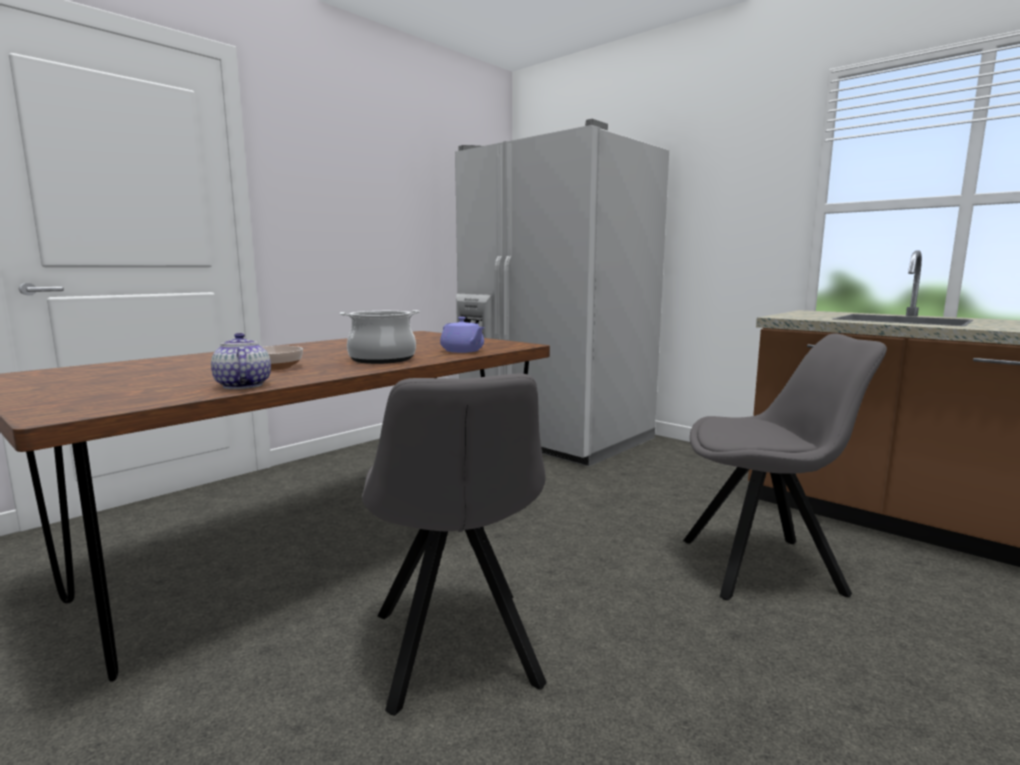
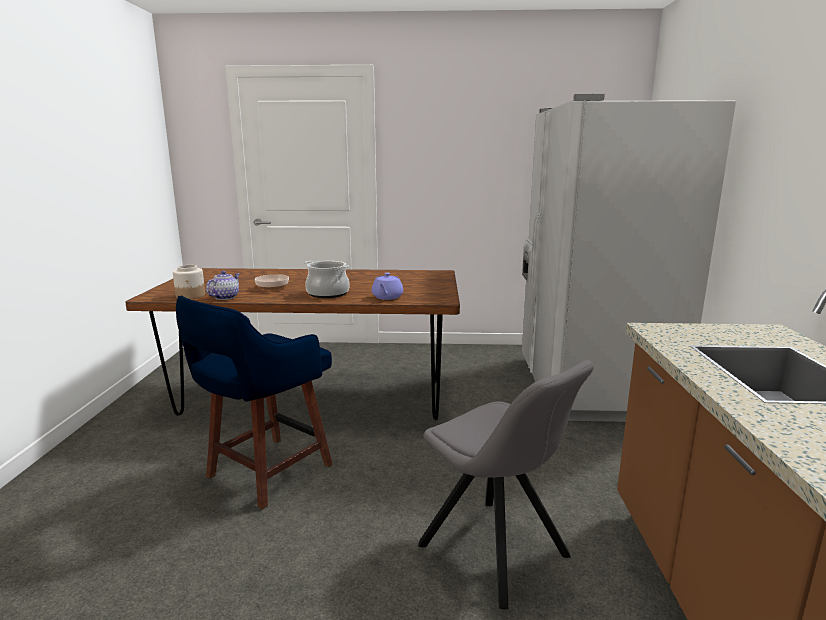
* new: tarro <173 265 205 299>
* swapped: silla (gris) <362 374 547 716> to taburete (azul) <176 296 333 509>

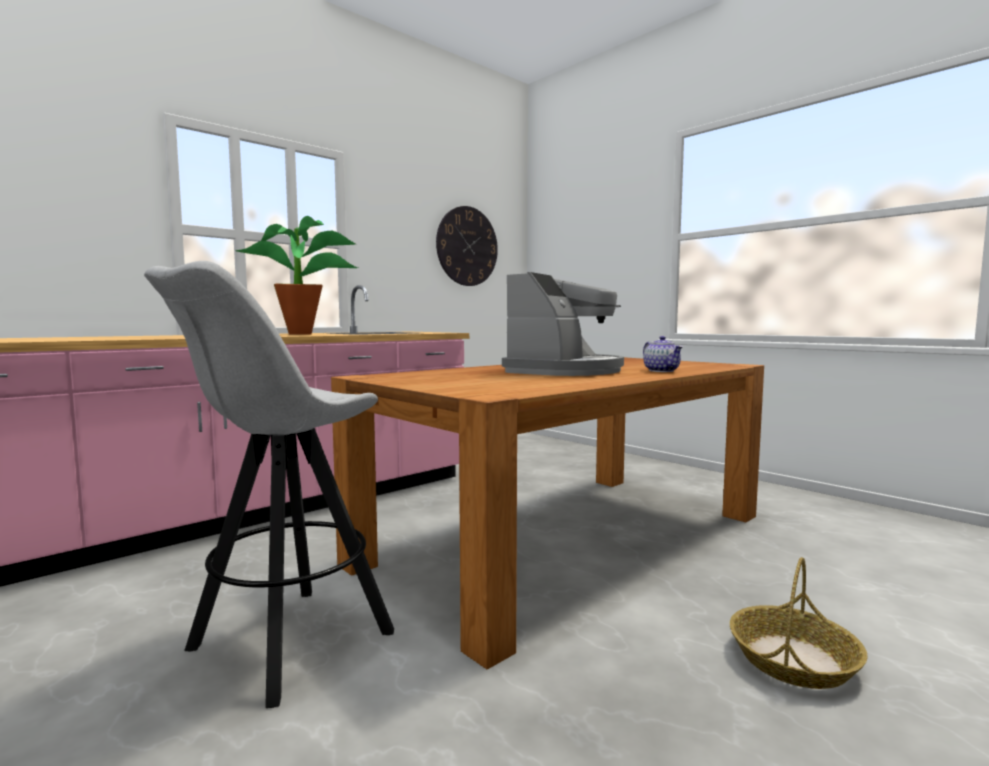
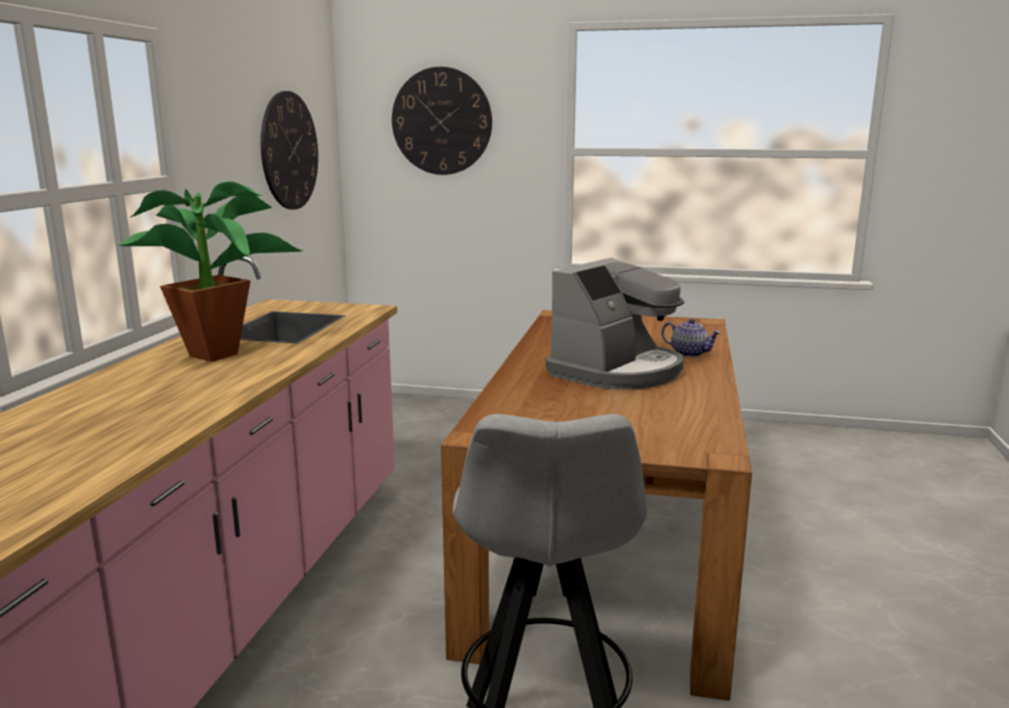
* new: reloj de pared <392 67 492 175>
* rotated: cafetera <502 272 624 376> = <546 257 684 390> 45 degrees clockwise
* gone: cesta <730 557 868 689>

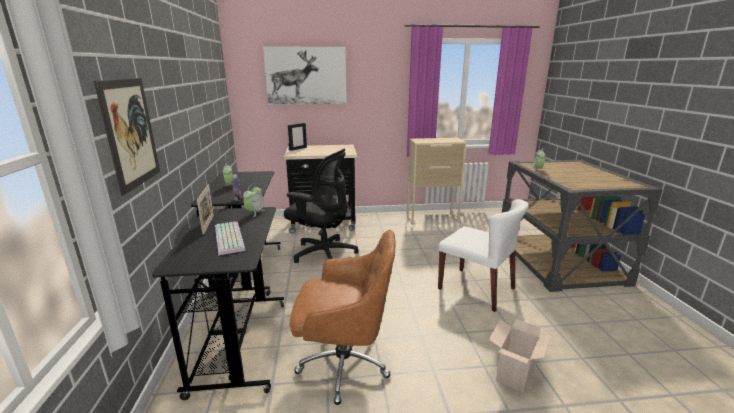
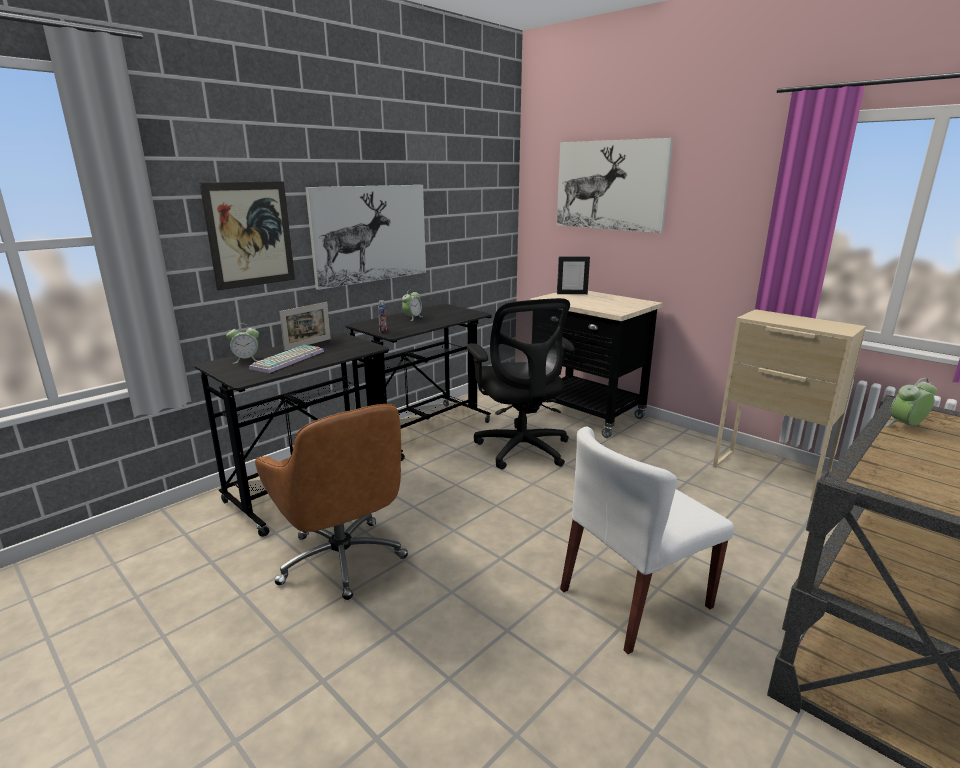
* shifted: despertador <243 185 265 217> to <226 325 260 364>
* new: cuadro <305 185 426 290>
* rotated: silla (blanco) <438 199 529 312> = <560 426 734 654> 60 degrees clockwise
* gone: caja de cartón <489 319 552 393>

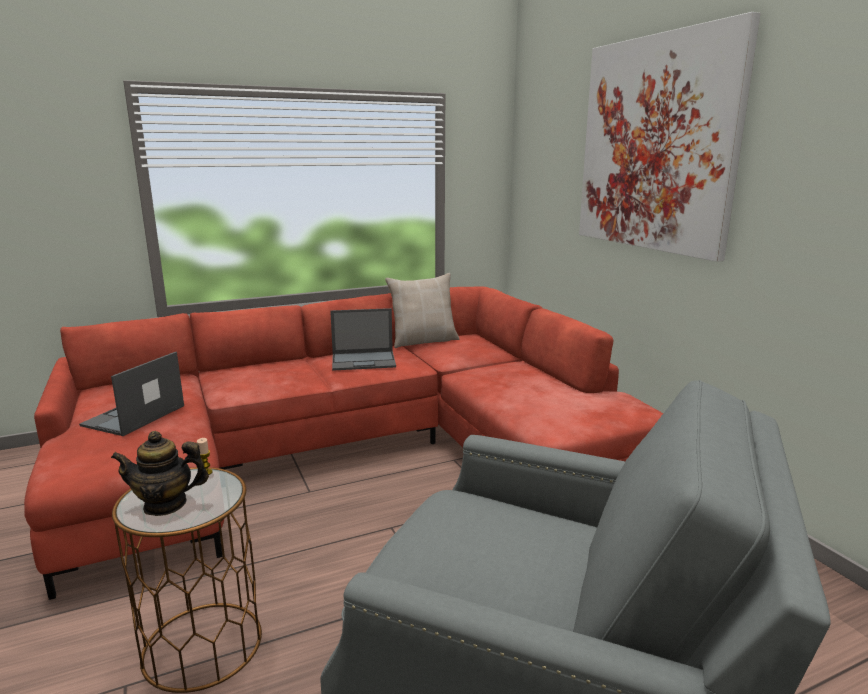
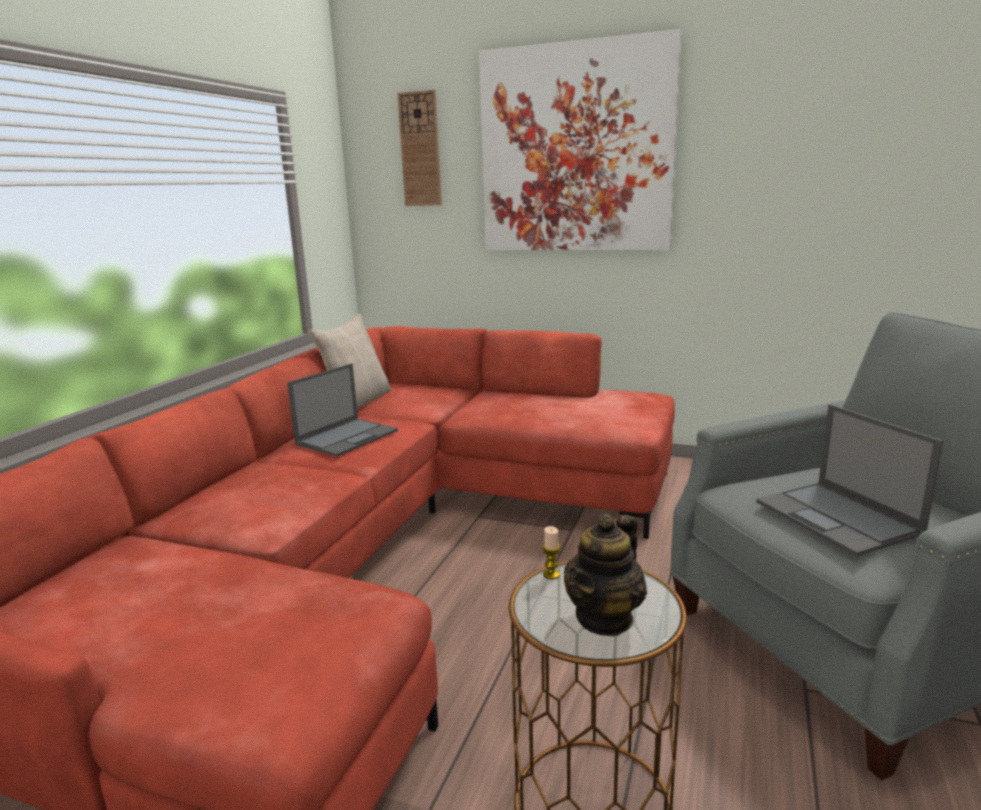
* new: reloj de pared <397 90 442 206>
* shifted: portátil <79 352 184 436> to <756 404 943 556>

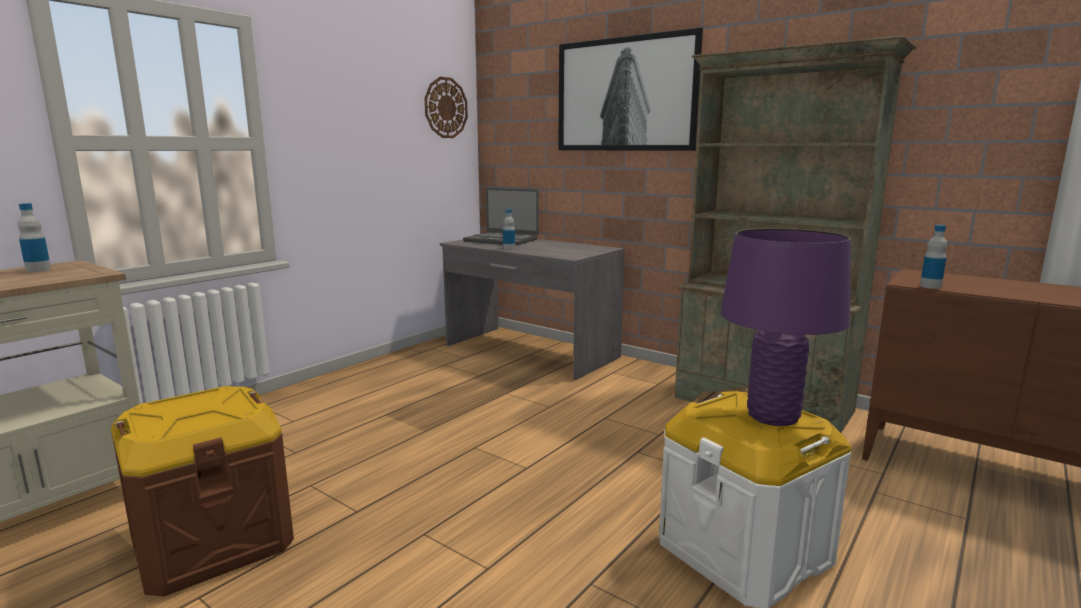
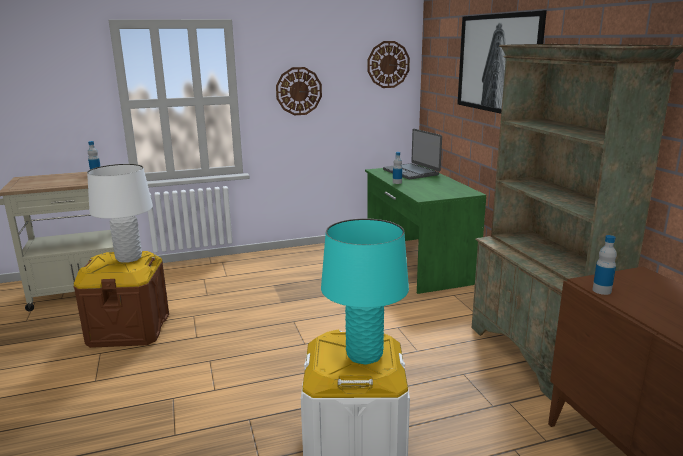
* new: lámpara de mesa (blanco) <87 164 153 263>
* new: reloj de pared <276 67 322 115>
* repainted: lámpara de mesa (morado) <721 228 851 426> to lámpara de mesa (turquesa) <321 218 409 365>
* repainted: escritorio (gris) <440 239 625 380> to escritorio (verde) <365 165 486 294>

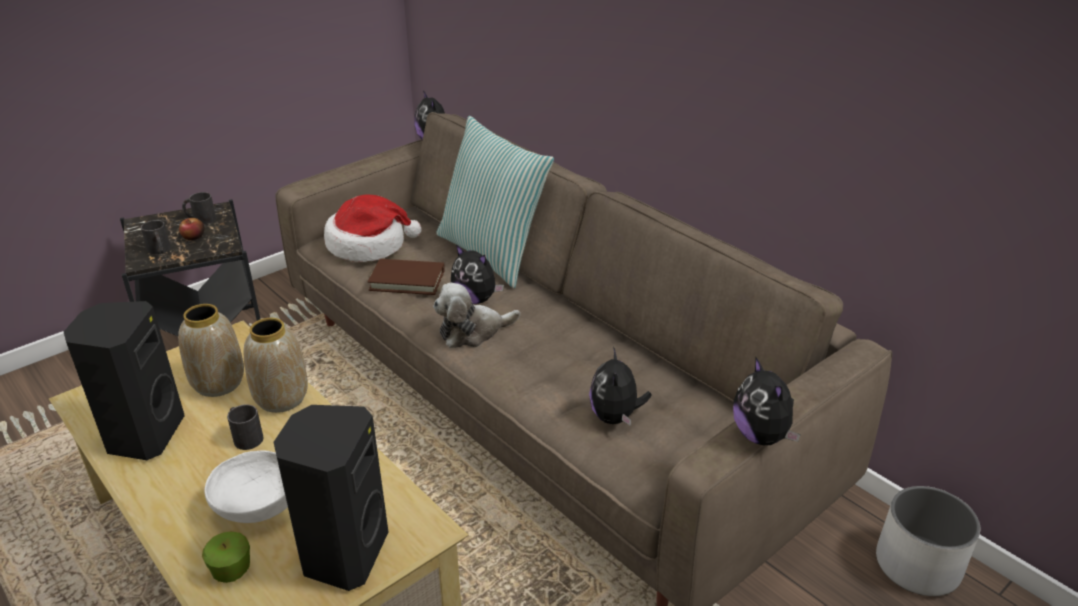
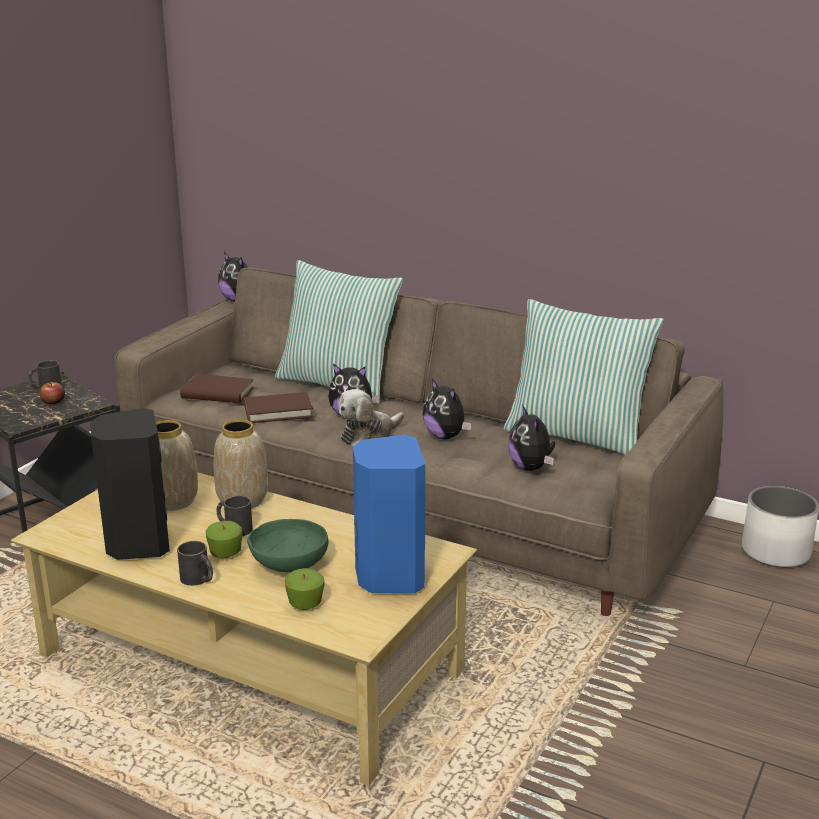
* shifted: taza grande (negro) <141 220 171 255> to <177 541 213 586>
* swapped: sombrero <324 195 422 262> to libro (marrón) <180 374 254 403>
* new: manzana <206 521 243 558>
* repainted: cuenco (blanco) <205 450 288 523> to cuenco (verde) <247 519 328 572>
* repainted: altavoz (negro) <273 405 388 591> to altavoz (azul) <353 435 425 593>
* shifted: peluche <733 356 800 445> to <423 379 472 439>
* new: cojín <504 299 664 455>

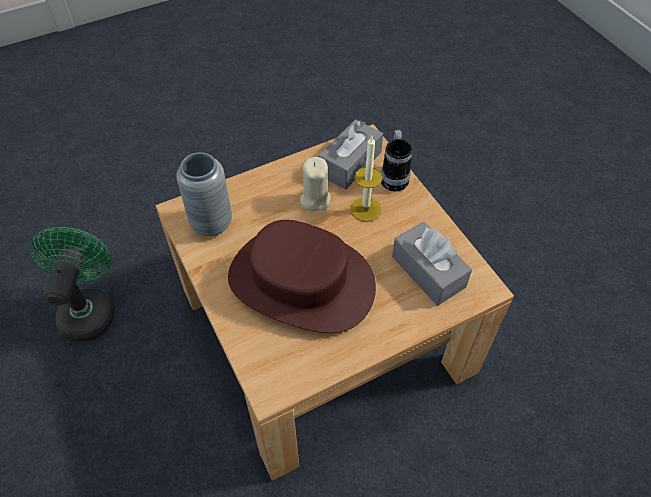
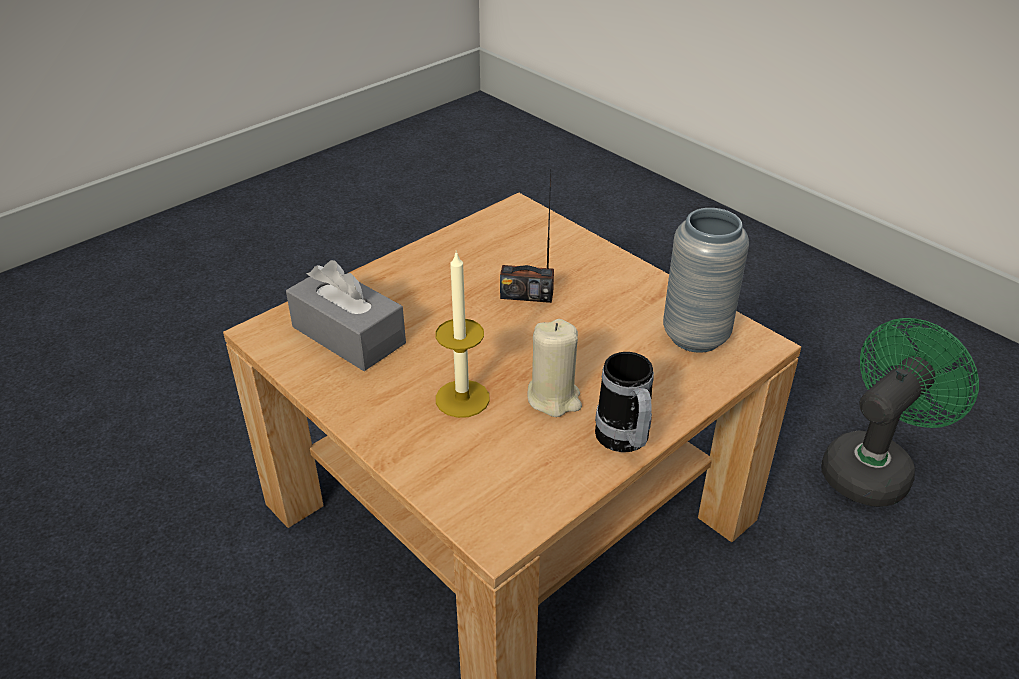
* swapped: sombrero (marrón) <228 220 376 333> to radio <500 169 554 303>
* shifted: taza grande <381 129 412 192> to <595 352 654 452>
* rotated: ventilador (verde) <30 227 115 342> = <821 318 979 507> 120 degrees counterclockwise
* gone: caja de pañuelos (gris) <318 119 383 190>

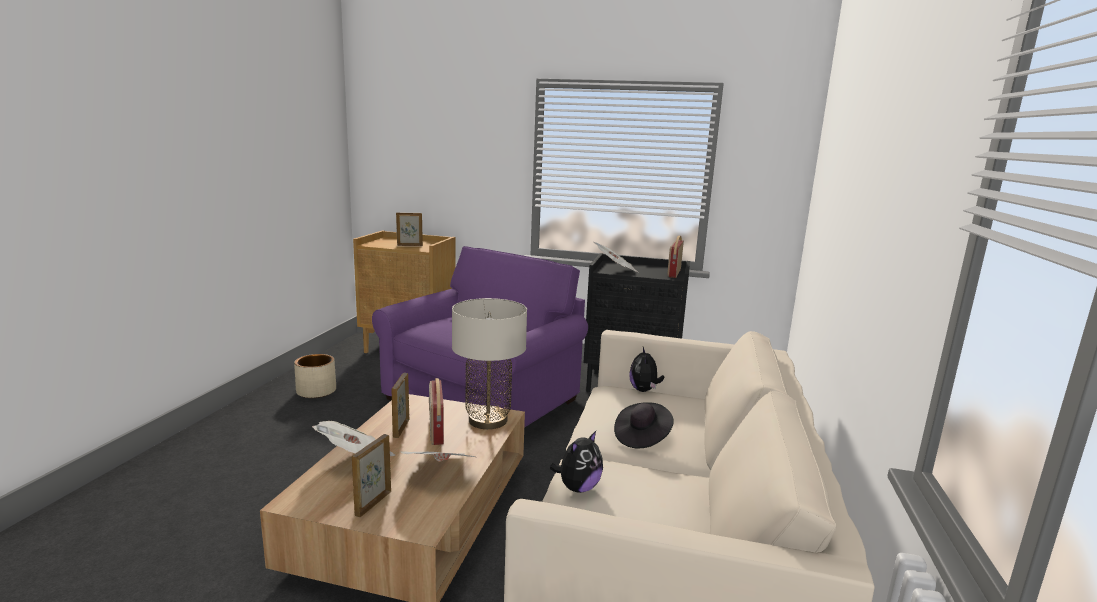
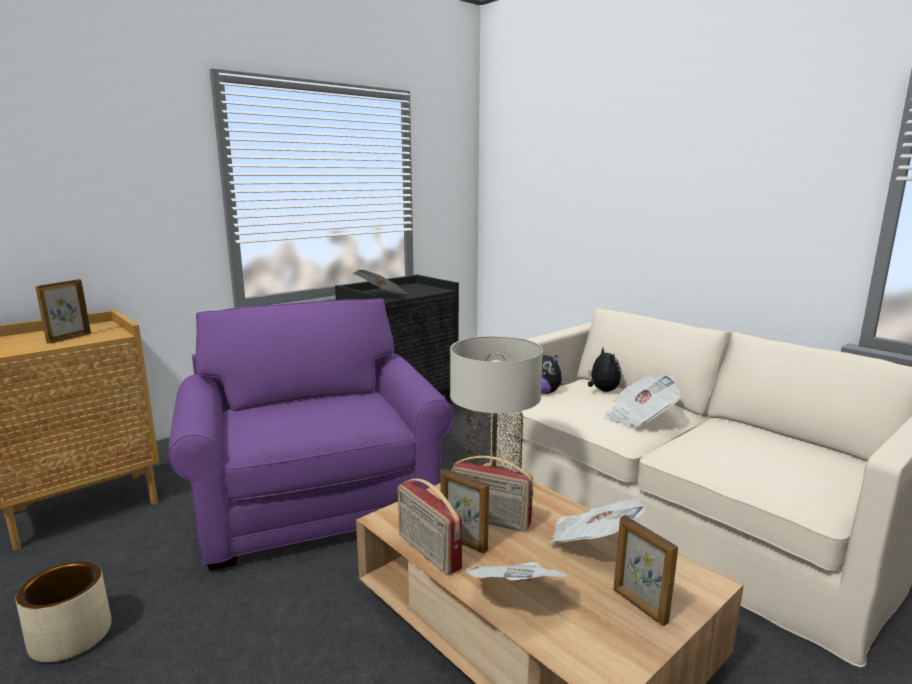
* shifted: radio <667 236 684 278> to <398 479 462 575>
* shifted: peluche <550 431 603 493> to <588 348 621 392>
* swapped: sombrero (negro) <614 402 674 448> to periódico <604 375 681 427>

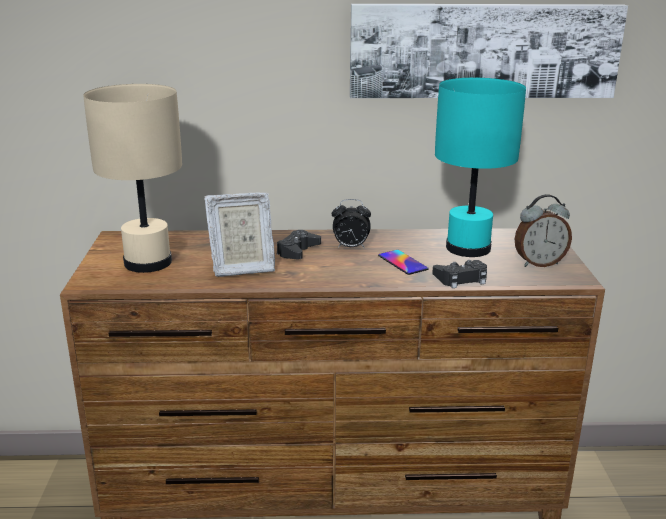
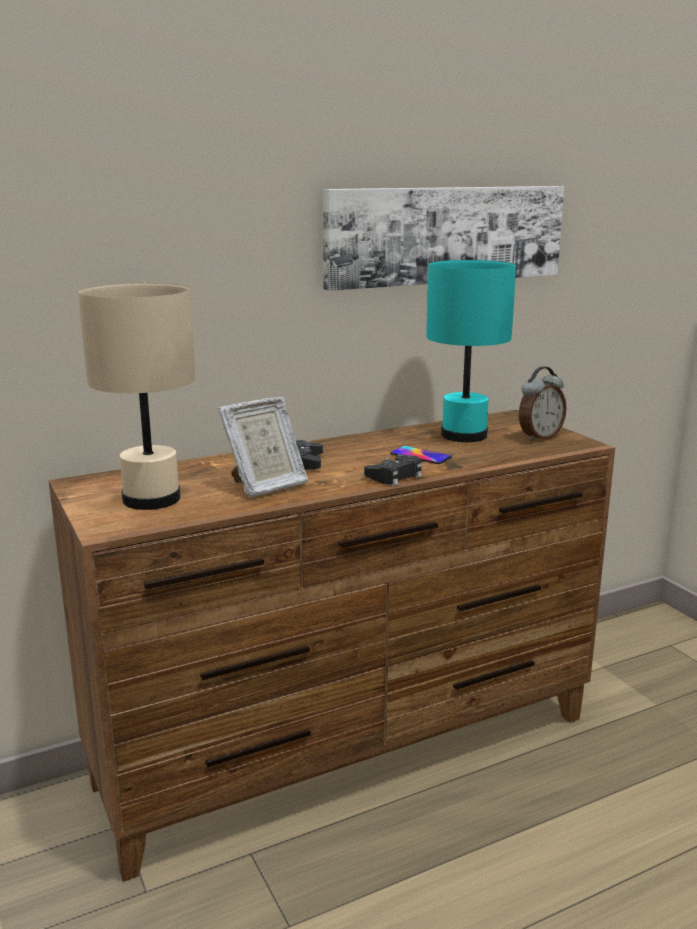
* shifted: mando de consola (negro) <432 260 487 288> to <364 454 422 486>
* gone: despertador <332 199 371 249>

